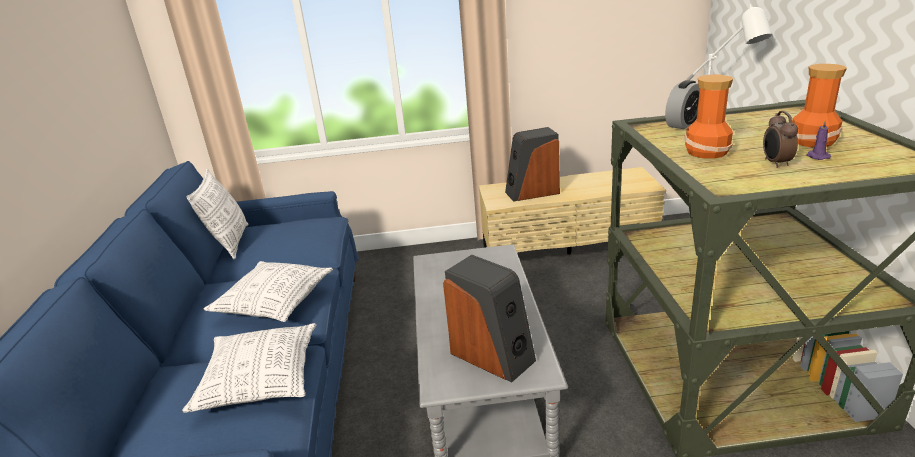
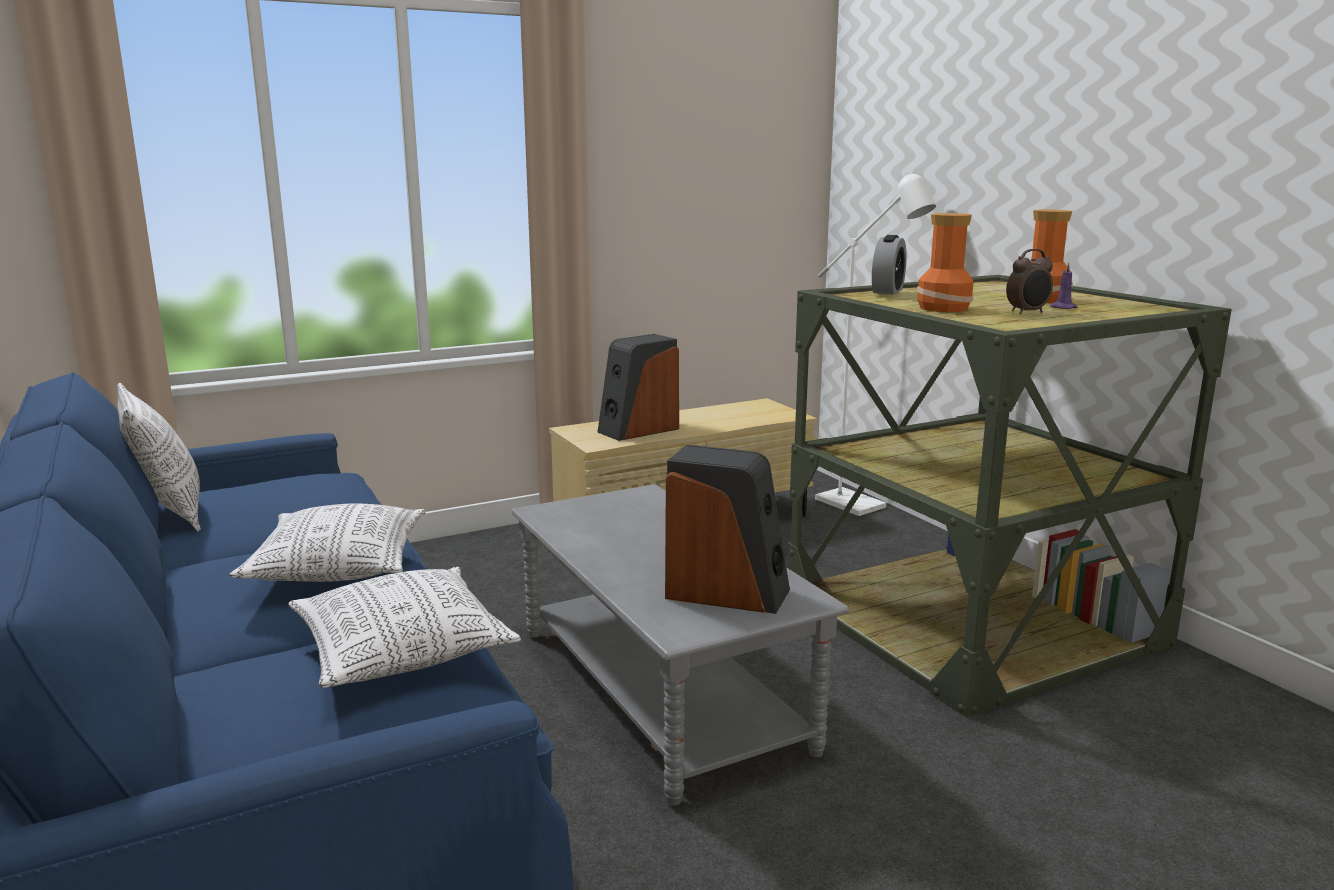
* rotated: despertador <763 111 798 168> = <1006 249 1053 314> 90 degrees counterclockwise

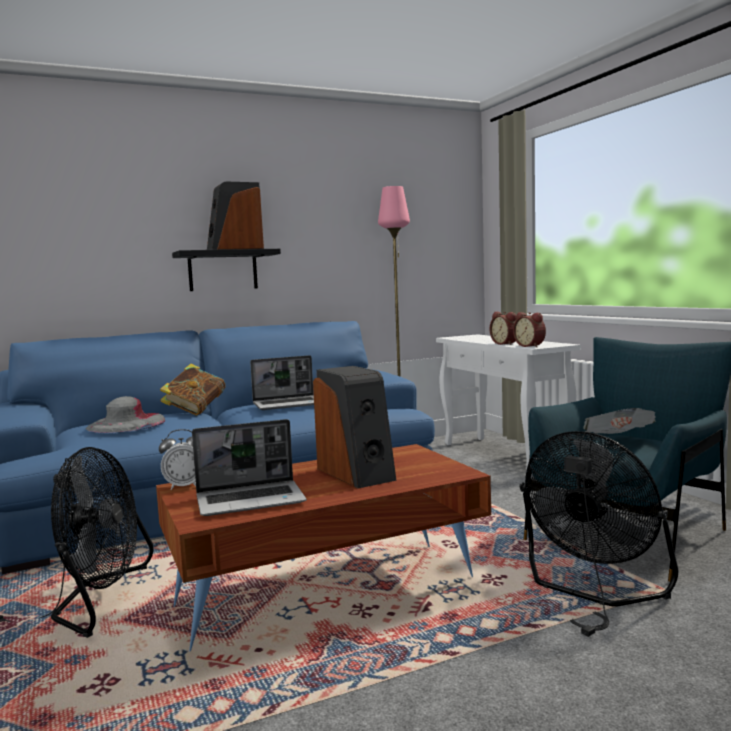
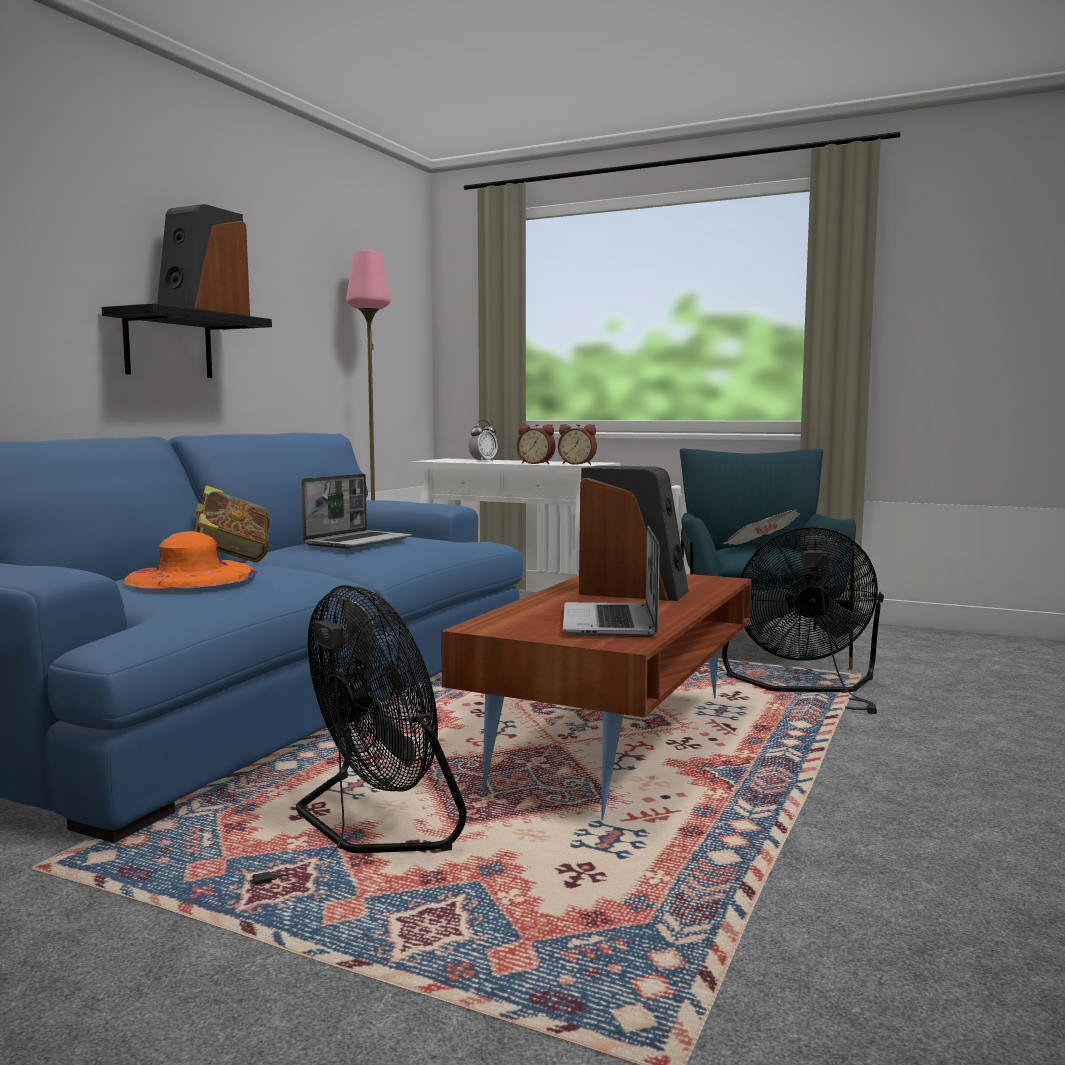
* repainted: sombrero (gris) <86 396 165 433> to sombrero (naranja) <122 531 257 589>
* shifted: despertador <159 429 196 490> to <468 420 498 462>
* rotated: portátil <192 419 307 516> = <563 526 659 637> 150 degrees clockwise

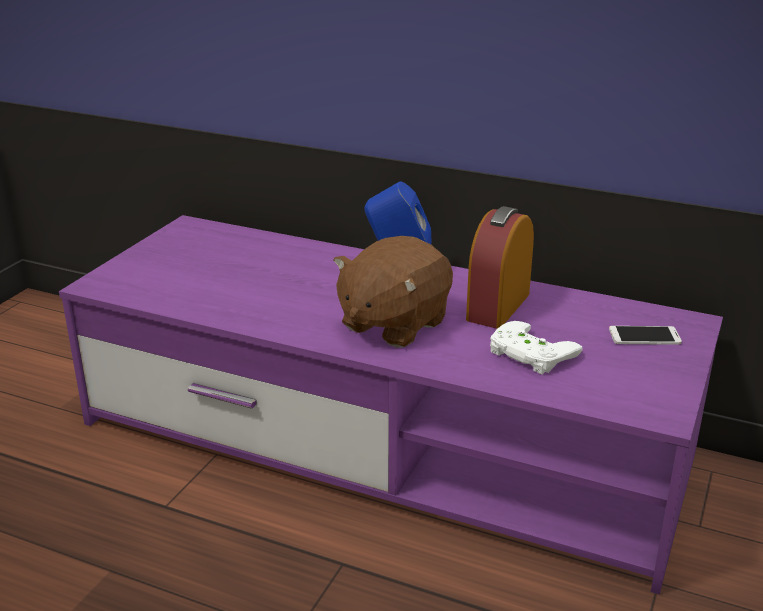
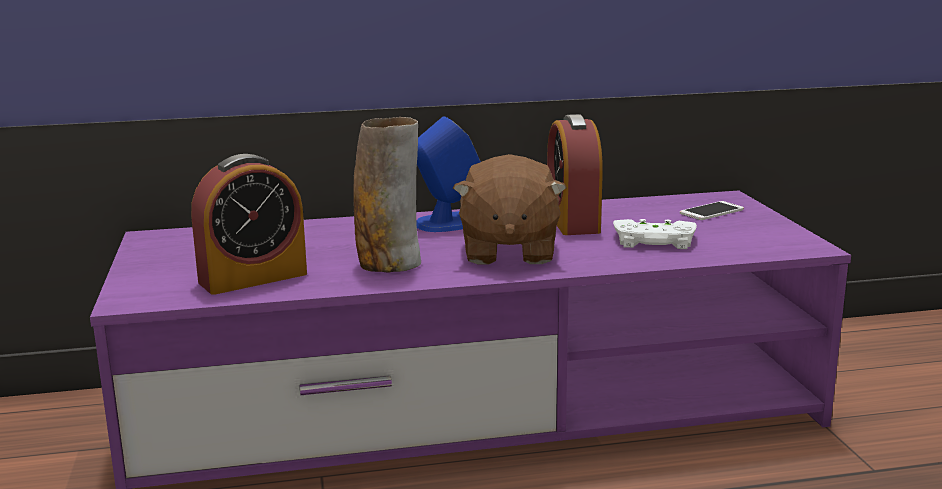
* new: despertador <191 154 307 295>
* new: florero <353 117 421 272>

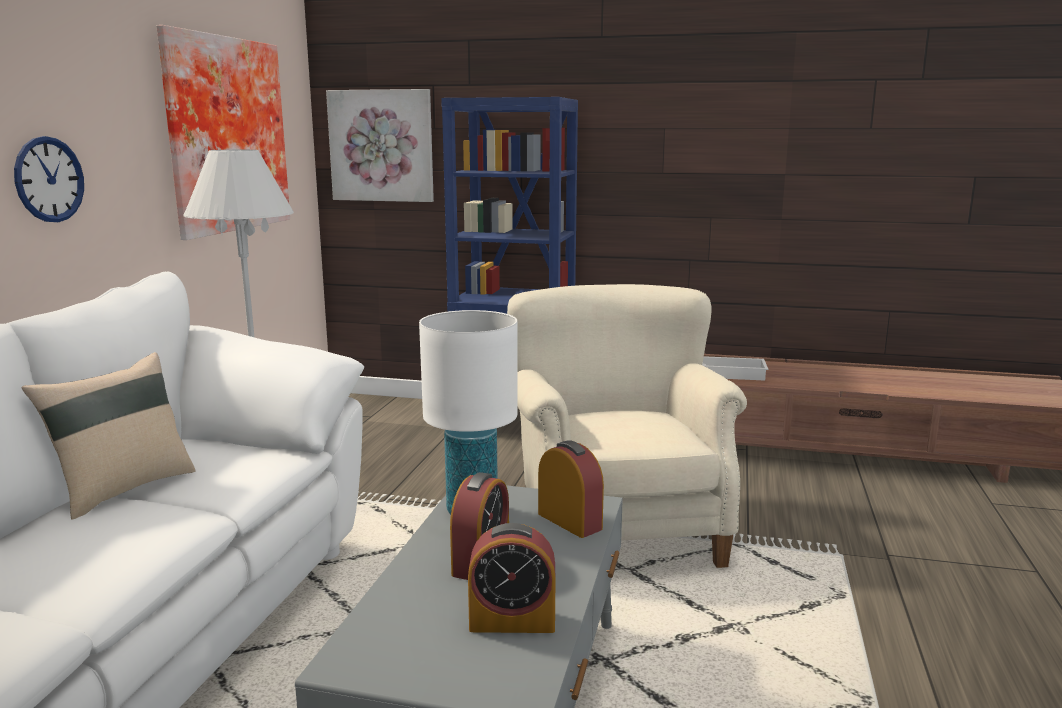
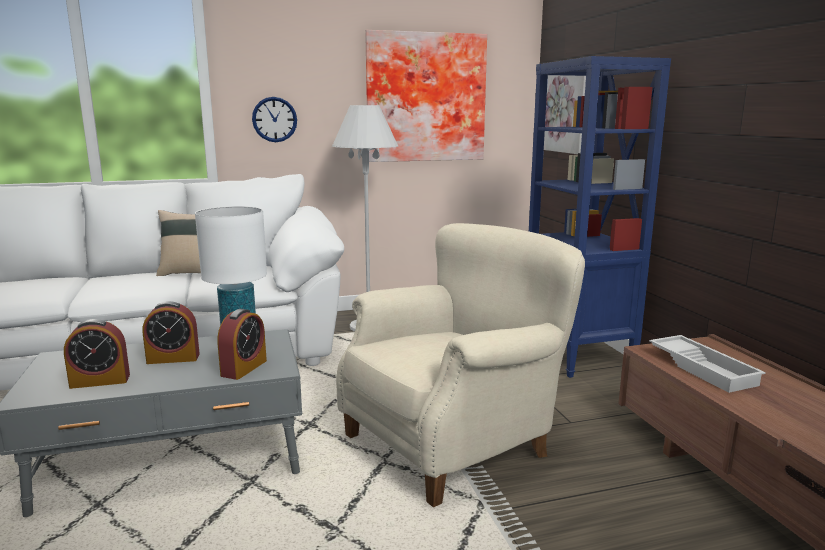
* rotated: despertador <468 523 556 633> = <64 319 130 389> 75 degrees counterclockwise

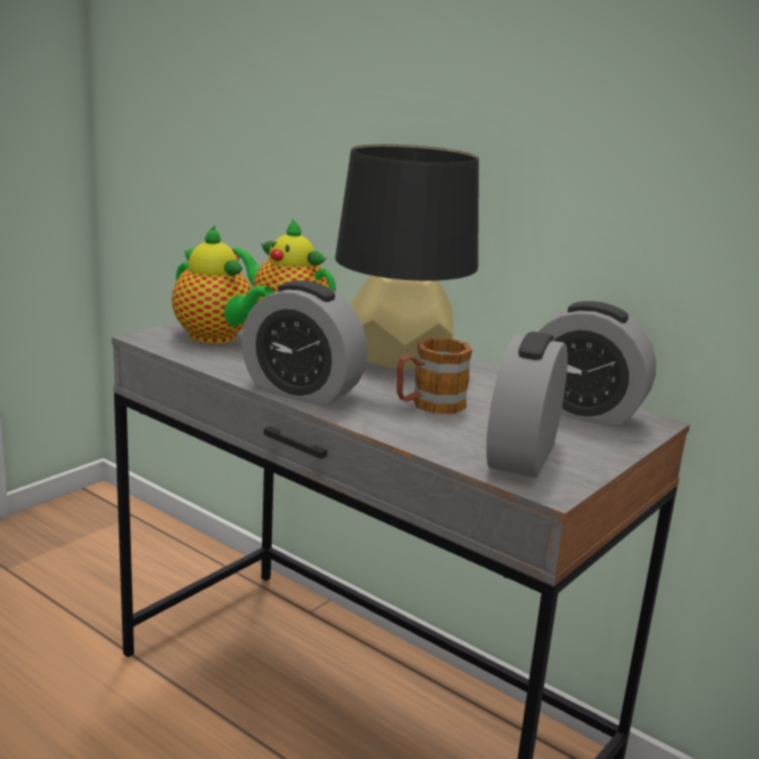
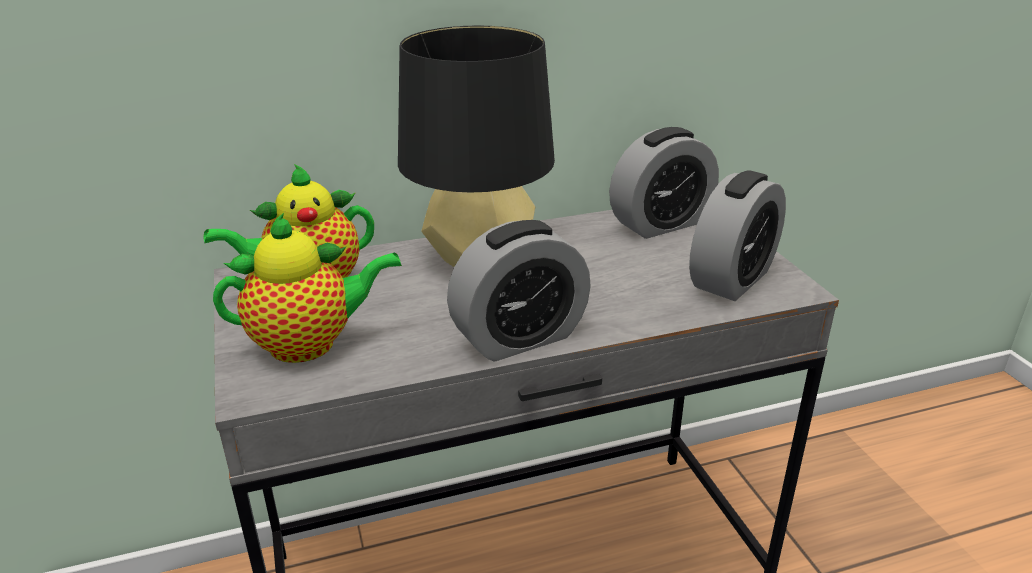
* rotated: despertador <486 331 568 478> = <689 170 786 301> 105 degrees counterclockwise
* gone: taza grande <397 338 472 414>

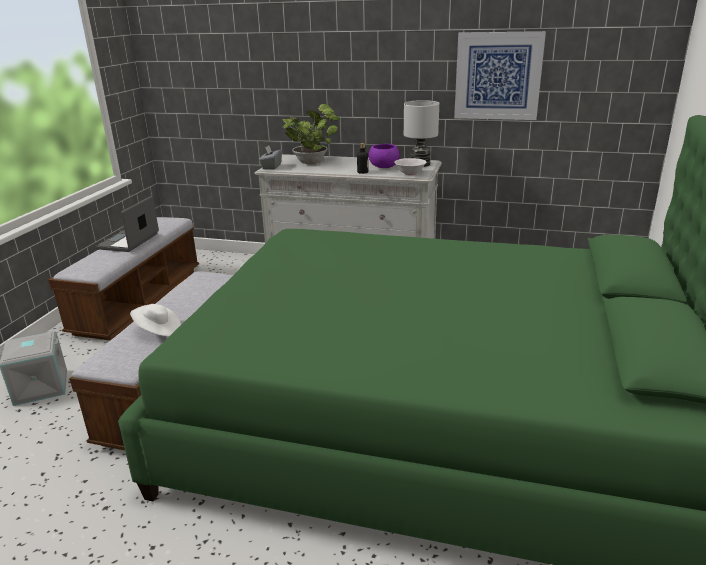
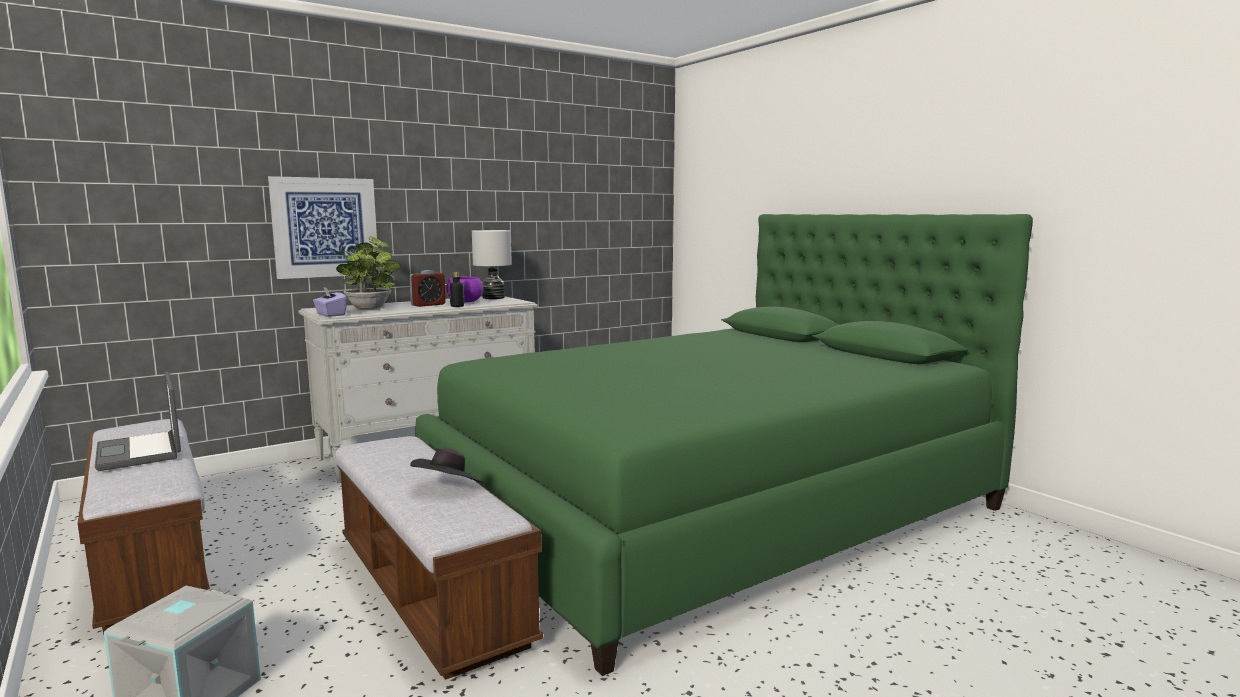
* shifted: cuadro <454 31 546 120> to <268 176 379 279>
* repainted: caja de pañuelos (gris) <259 146 282 169> to caja de pañuelos (morado) <313 287 347 317>
* new: despertador <409 270 446 307>
* repainted: sombrero (blanco) <130 304 181 336> to sombrero (negro) <410 449 483 482>
* gone: cuenco (blanco) <394 158 427 175>

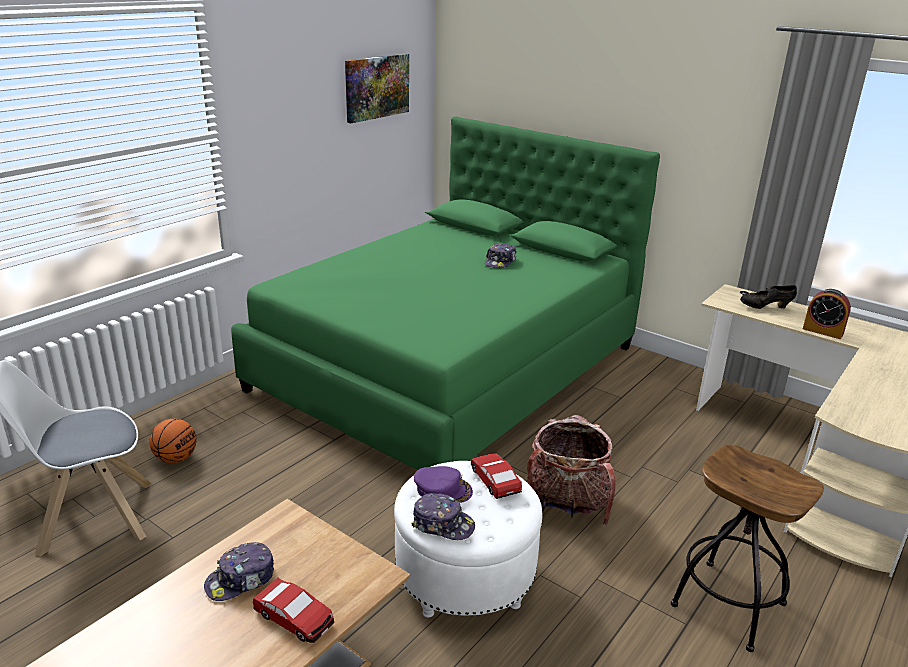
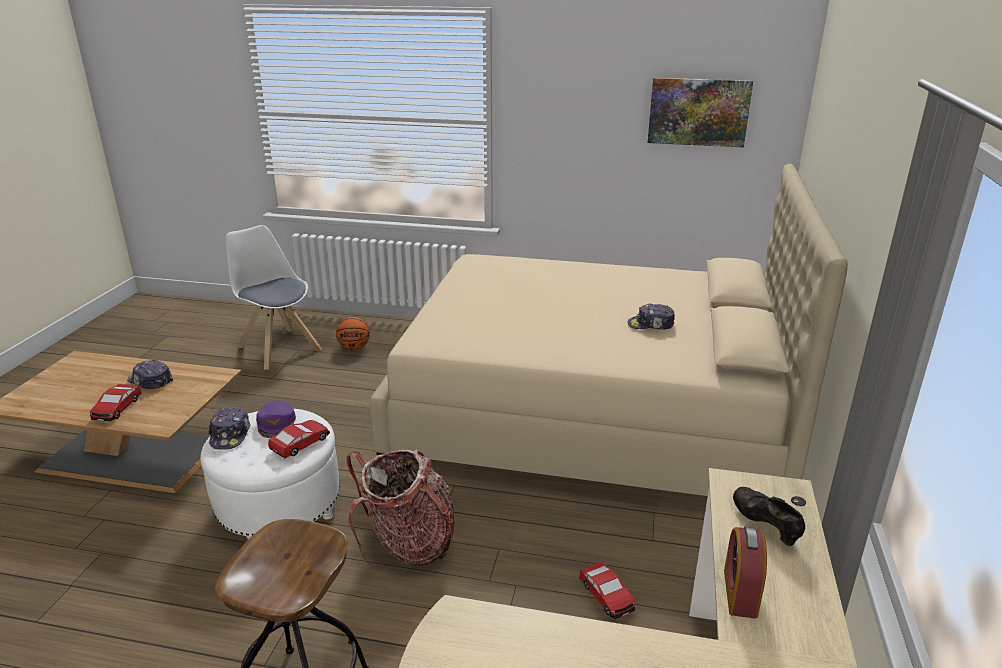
* repainted: cama (verde) <231 116 660 470> to cama (beis) <369 164 848 496>
* new: coche de juguete <579 561 635 619>

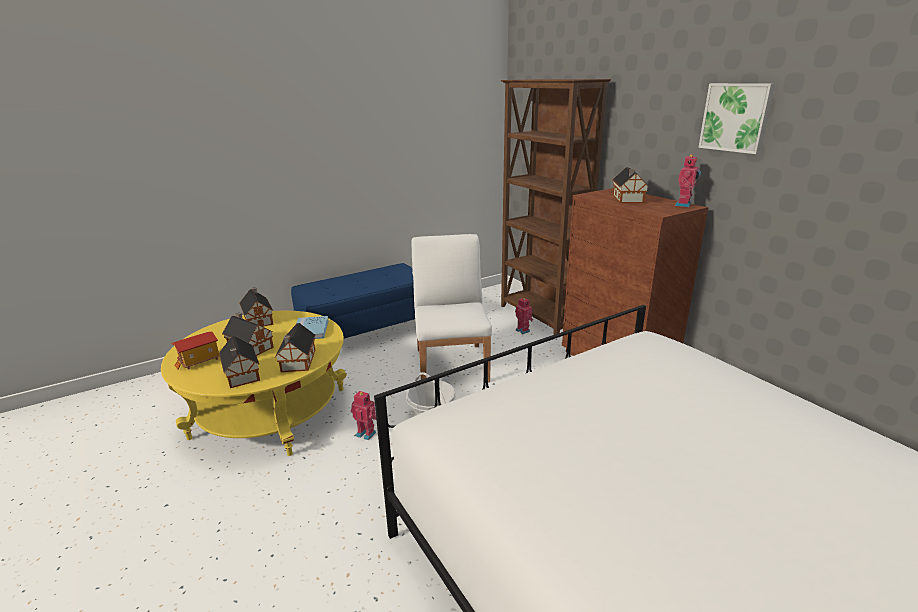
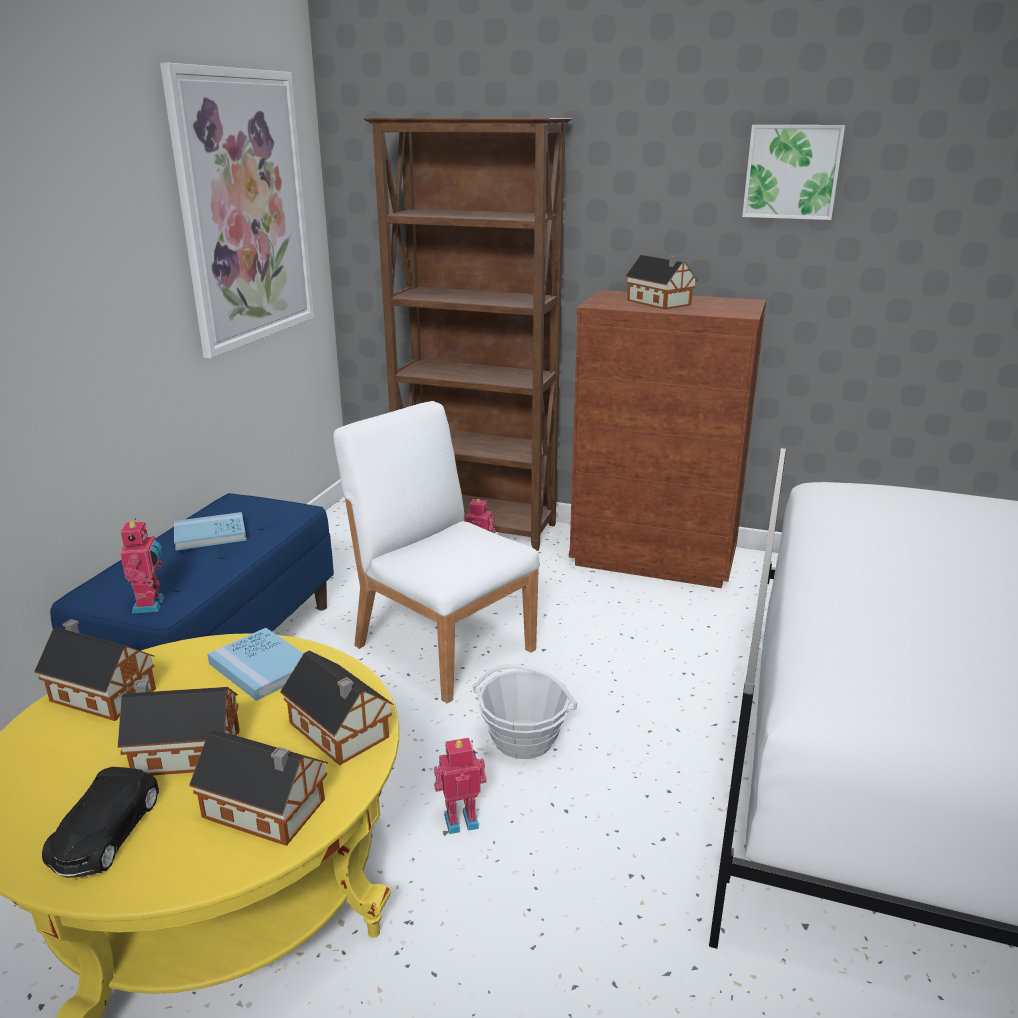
* swapped: casita <171 331 220 370> to coche de juguete (negro) <42 767 159 878>
* shifted: robot de juguete <675 154 701 207> to <120 518 164 613>
* new: cuadro <160 63 314 359>
* new: libro (azul) <174 512 246 551>

